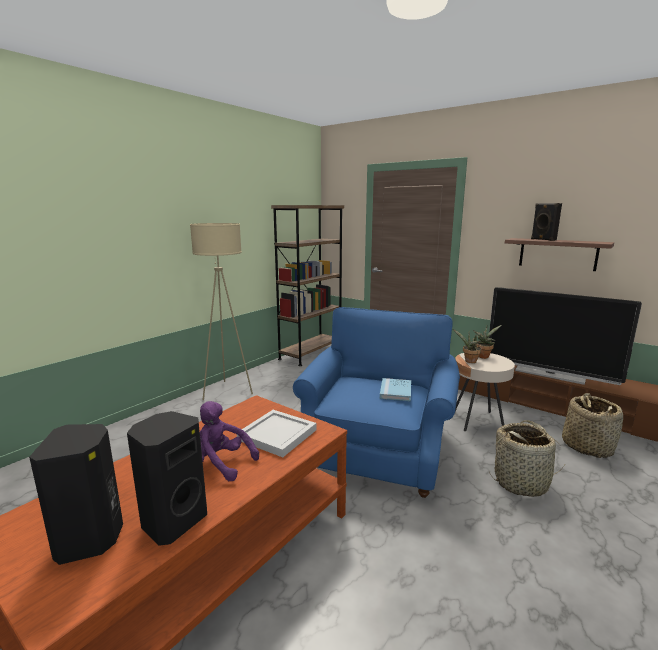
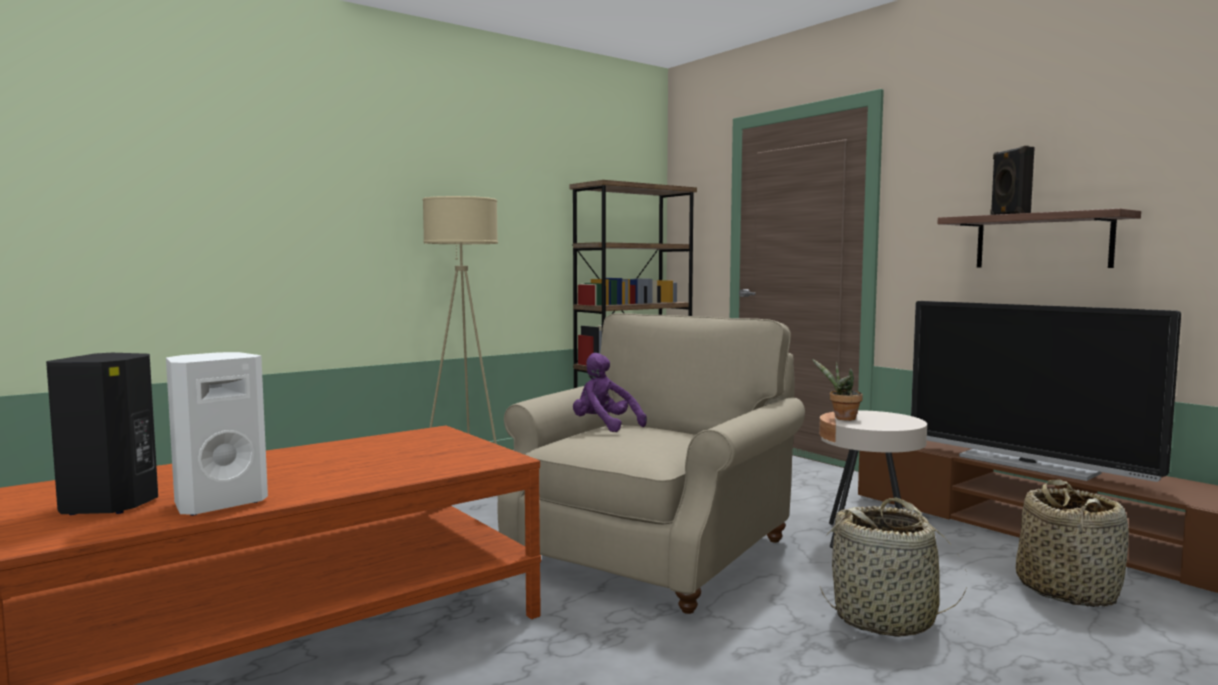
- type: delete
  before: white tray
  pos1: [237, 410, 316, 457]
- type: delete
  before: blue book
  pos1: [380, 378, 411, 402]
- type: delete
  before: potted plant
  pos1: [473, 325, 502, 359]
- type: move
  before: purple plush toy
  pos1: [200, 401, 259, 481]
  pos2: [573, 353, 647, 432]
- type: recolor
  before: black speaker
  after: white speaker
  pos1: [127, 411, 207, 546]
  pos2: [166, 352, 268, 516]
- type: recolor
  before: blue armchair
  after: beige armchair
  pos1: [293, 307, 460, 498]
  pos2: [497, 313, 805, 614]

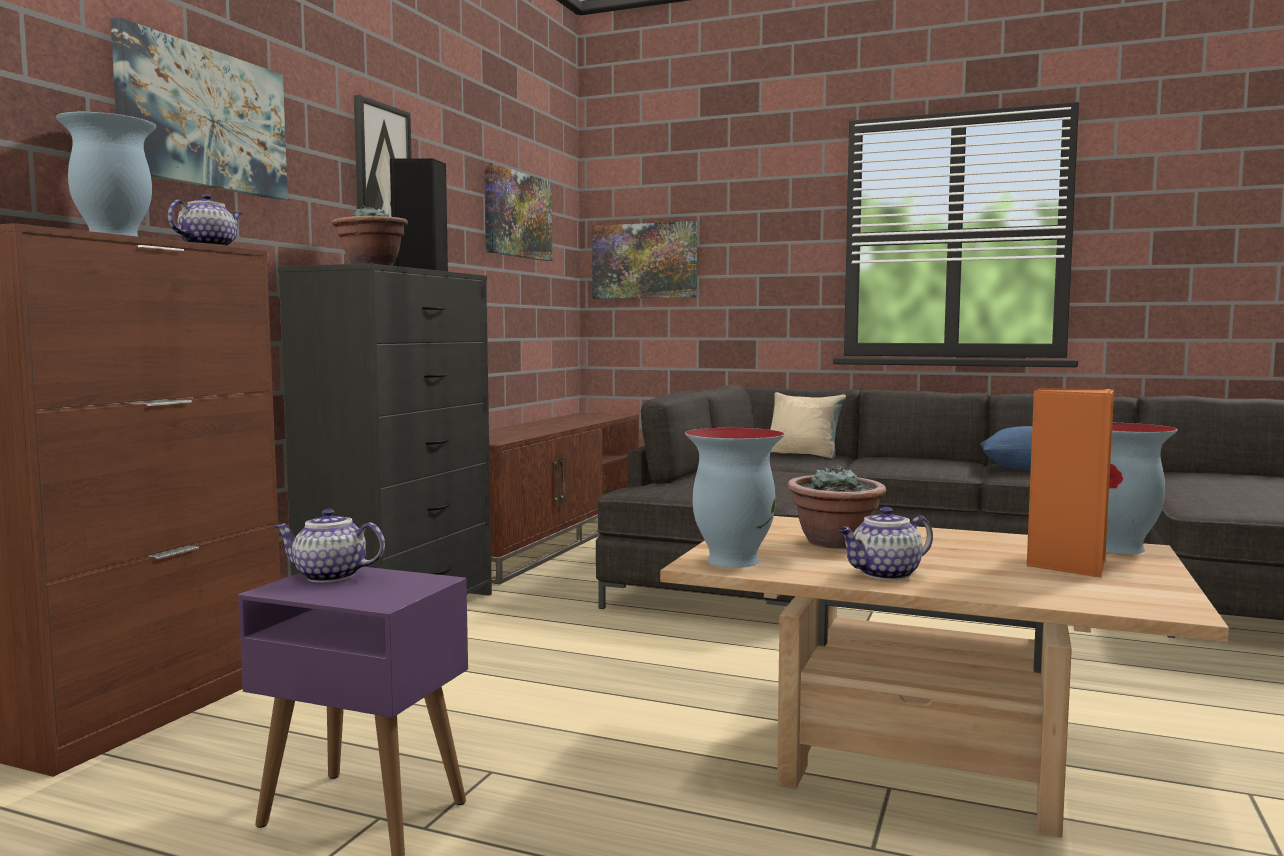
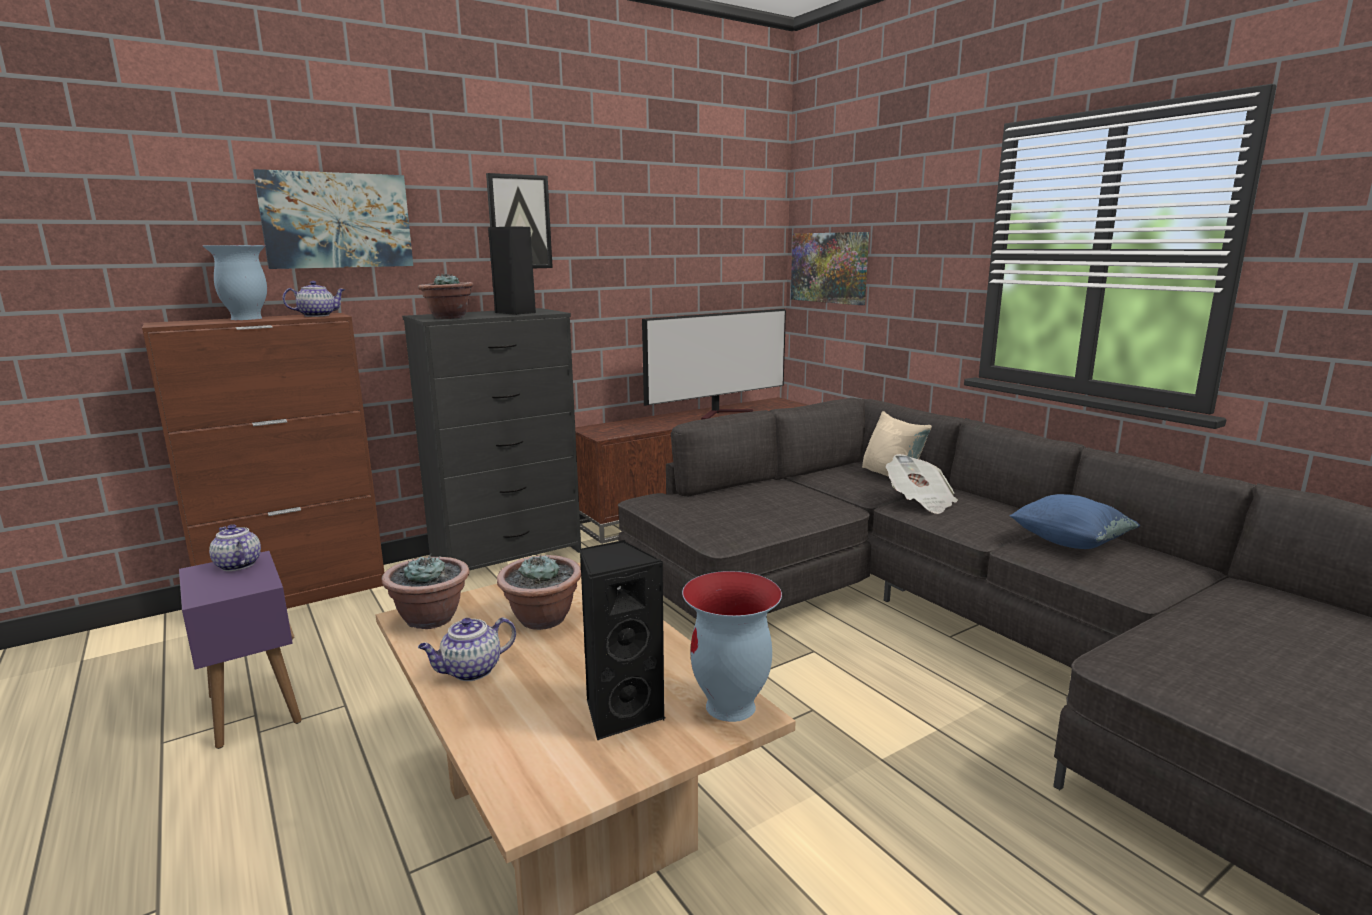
- type: delete
  before: picture
  pos1: [484, 163, 553, 261]
- type: insert
  after: television
  pos2: [642, 309, 786, 420]
- type: insert
  after: newspaper
  pos2: [886, 454, 958, 514]
- type: replace
  before: vase
  after: potted plant
  pos1: [685, 428, 785, 568]
  pos2: [382, 554, 469, 629]
- type: recolor
  before: orange speaker
  after: black speaker
  pos1: [1026, 388, 1114, 578]
  pos2: [579, 540, 666, 740]
- type: rotate
  before: teapot
  pos1: [838, 507, 933, 580]
  pos2: [418, 618, 516, 681]
  turn: -45

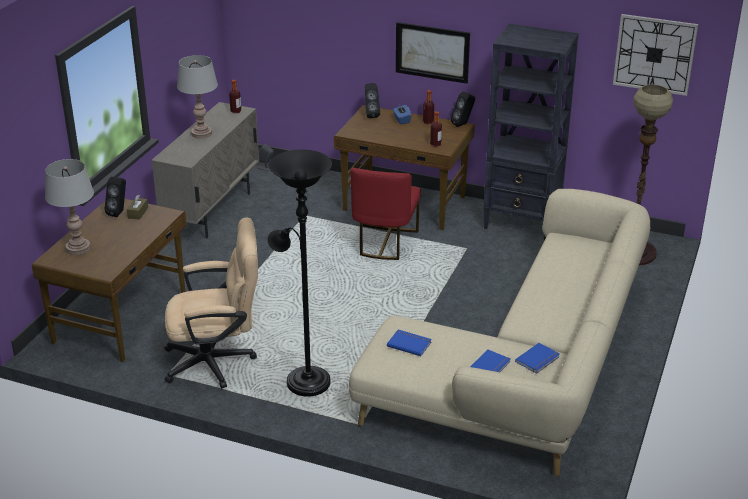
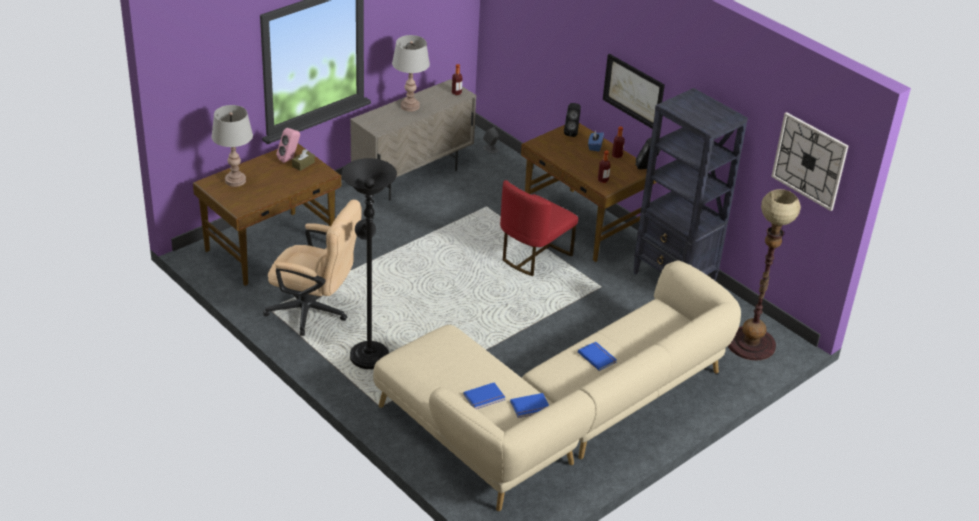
- type: move
  before: blue book
  pos1: [387, 329, 432, 356]
  pos2: [578, 342, 617, 371]
- type: recolor
  before: black speaker
  after: pink speaker
  pos1: [104, 177, 126, 217]
  pos2: [276, 128, 300, 163]

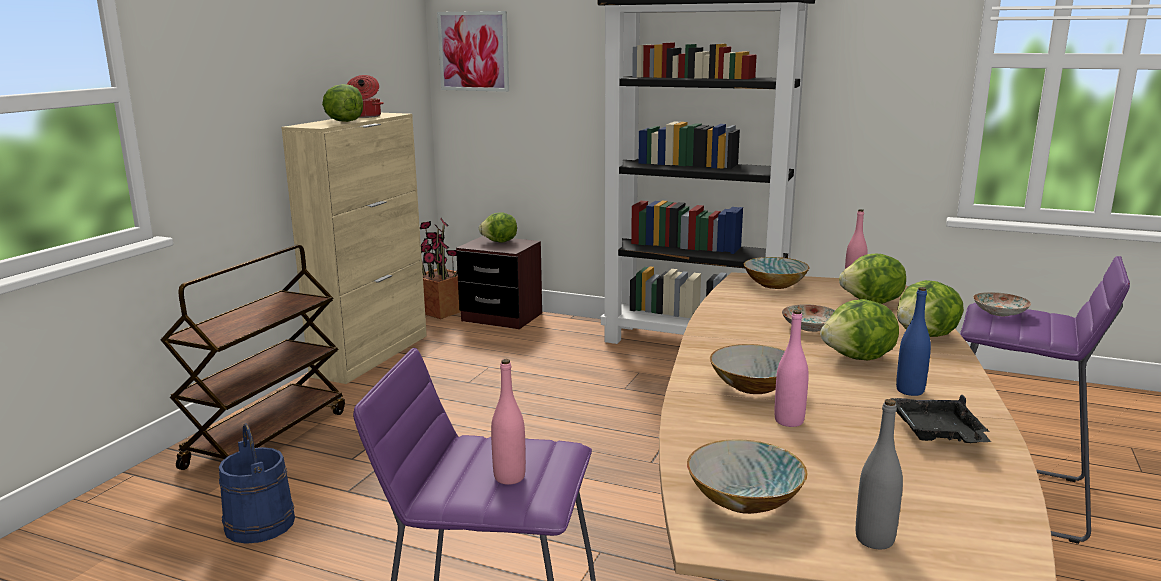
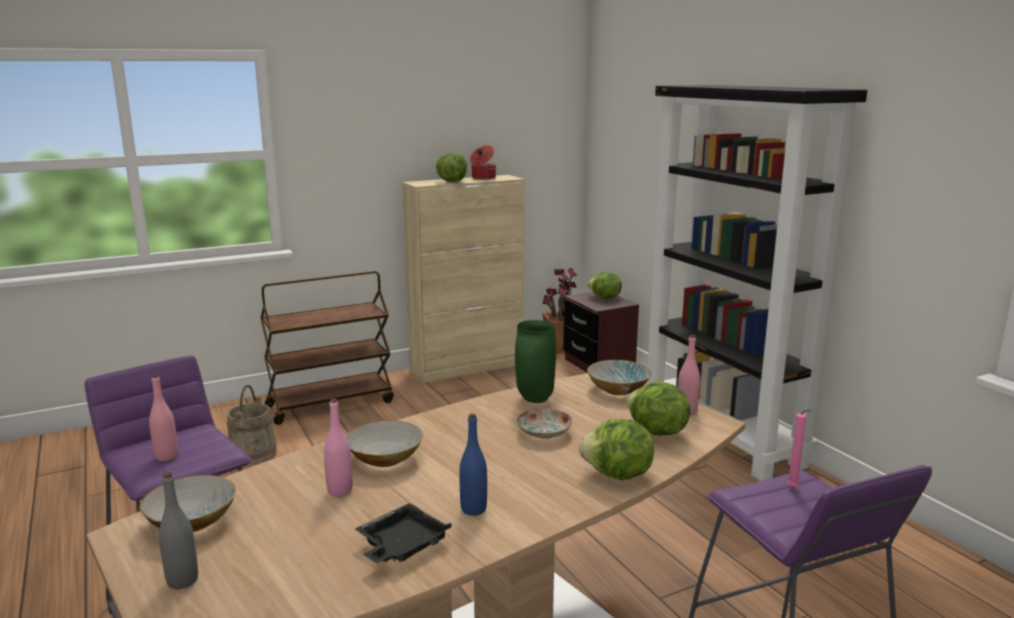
- type: delete
  before: picture
  pos1: [437, 11, 509, 92]
- type: delete
  before: lettuce
  pos1: [820, 299, 899, 361]
- type: insert
  after: green vase
  pos2: [515, 320, 556, 403]
- type: replace
  before: plate
  after: pink candle
  pos1: [973, 292, 1031, 317]
  pos2: [787, 409, 811, 488]
- type: recolor
  before: blue bucket
  after: beige bucket
  pos1: [219, 423, 295, 544]
  pos2: [227, 385, 277, 466]

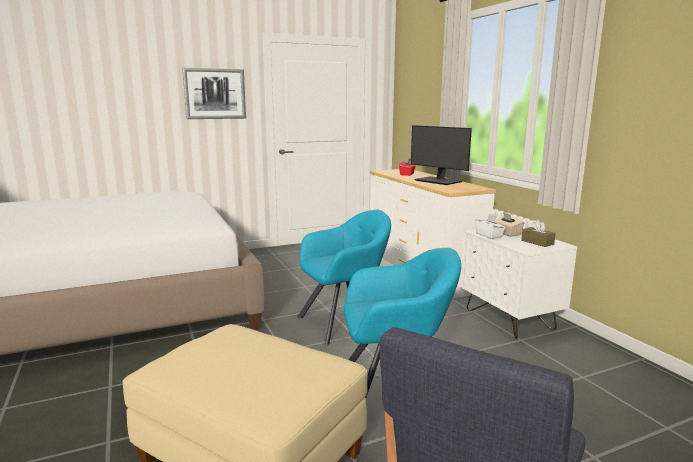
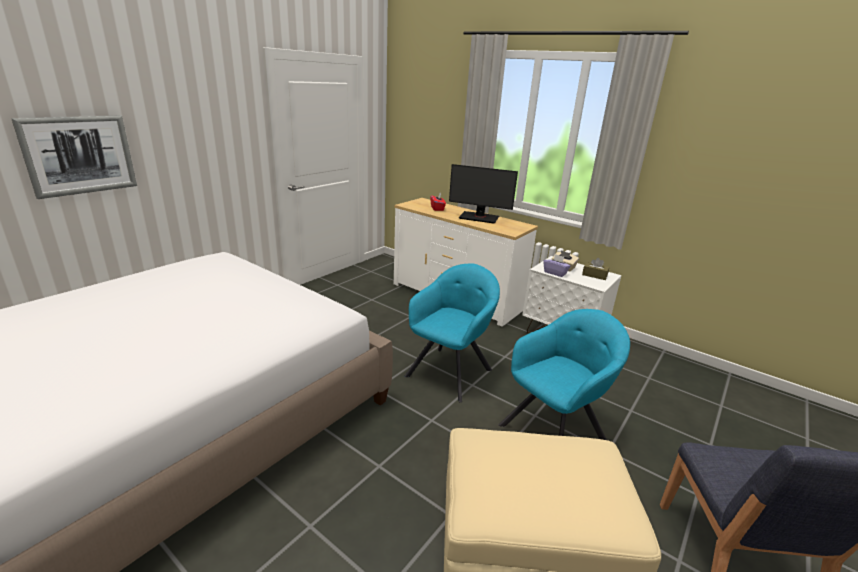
- type: move
  before: picture
  pos1: [182, 68, 246, 119]
  pos2: [11, 115, 137, 199]
- type: recolor
  before: white tissue box
  after: purple tissue box
  pos1: [475, 213, 506, 239]
  pos2: [543, 254, 571, 277]

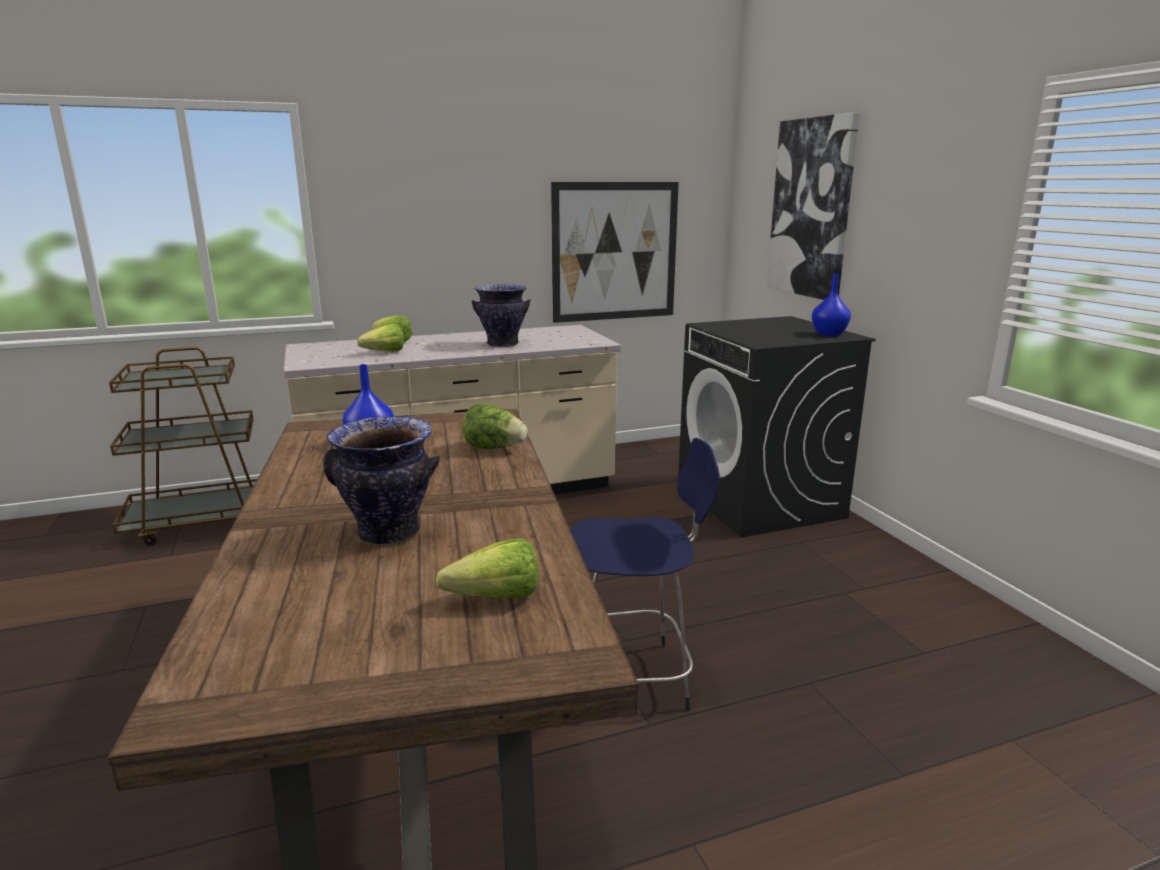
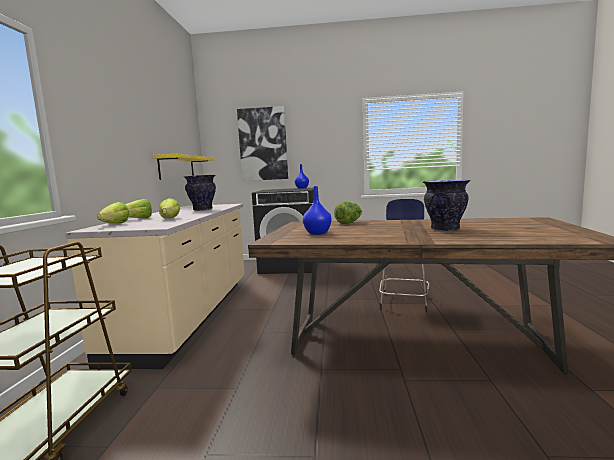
- type: move
  before: lettuce
  pos1: [436, 538, 538, 598]
  pos2: [97, 202, 129, 224]
- type: replace
  before: picture
  after: yellow shelf
  pos1: [551, 182, 679, 323]
  pos2: [152, 154, 214, 180]

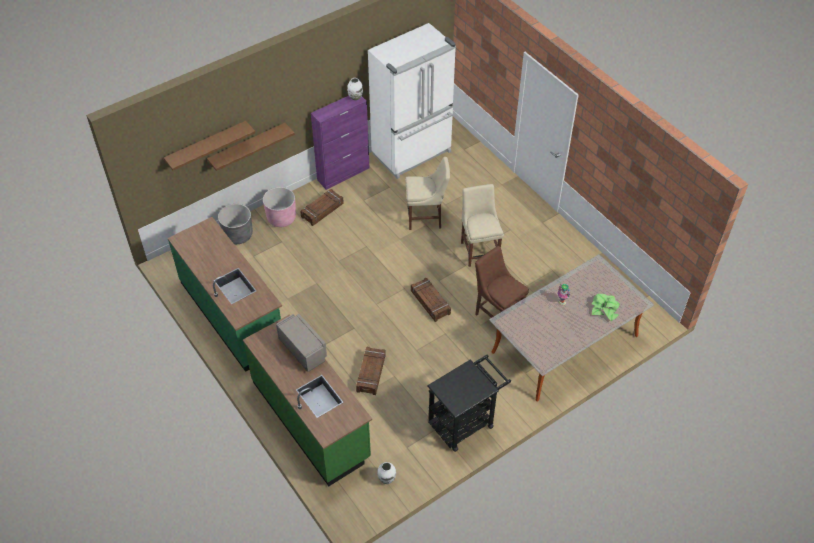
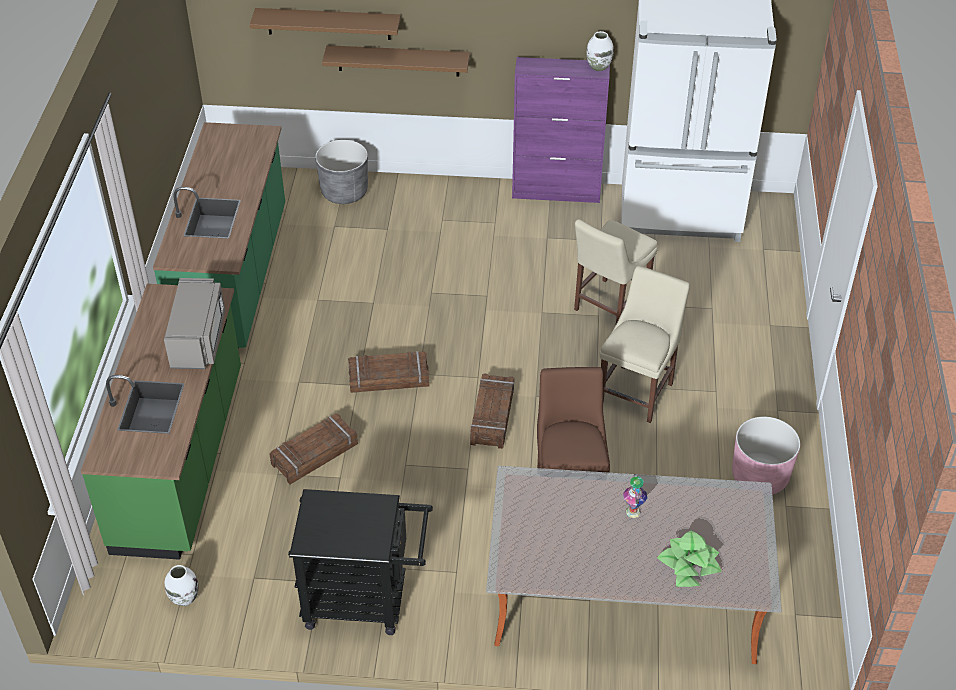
- type: move
  before: pink planter
  pos1: [263, 187, 296, 227]
  pos2: [732, 416, 800, 495]
- type: move
  before: crate
  pos1: [300, 189, 344, 226]
  pos2: [348, 351, 430, 393]
- type: rotate
  before: beige chair
  pos1: [405, 157, 450, 230]
  pos2: [574, 219, 658, 324]
  turn: 90

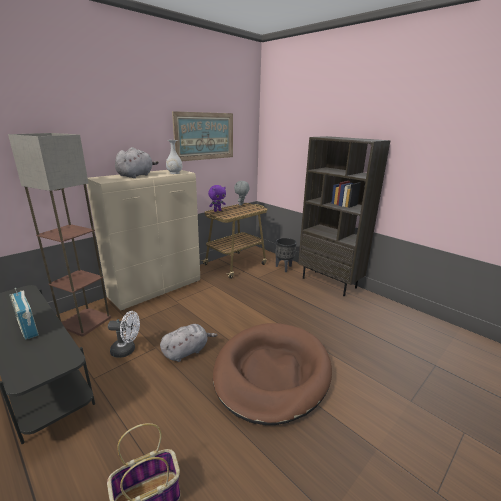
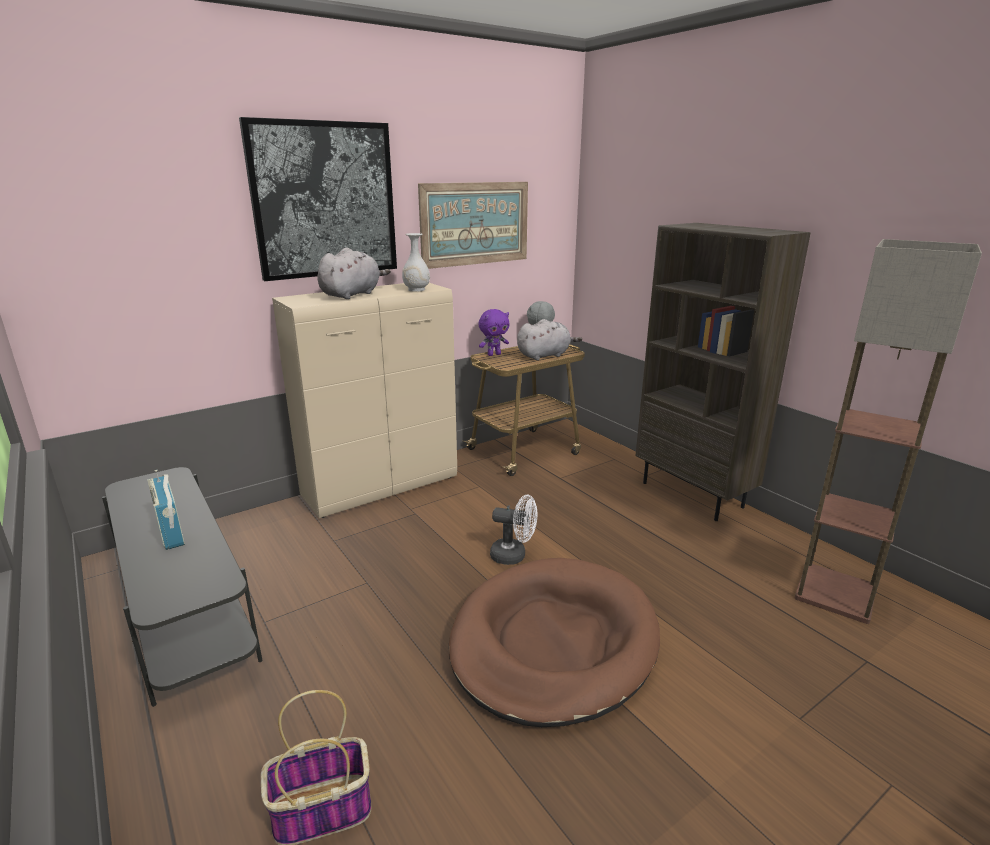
- type: delete
  before: black planter
  pos1: [276, 238, 297, 272]
- type: insert
  after: picture
  pos2: [239, 117, 397, 281]
- type: move
  before: floor lamp
  pos1: [8, 133, 111, 337]
  pos2: [795, 239, 982, 624]
- type: move
  before: white fan
  pos1: [108, 311, 140, 358]
  pos2: [490, 495, 537, 565]
- type: move
  before: grey plush toy
  pos1: [160, 324, 217, 362]
  pos2: [517, 319, 582, 360]

